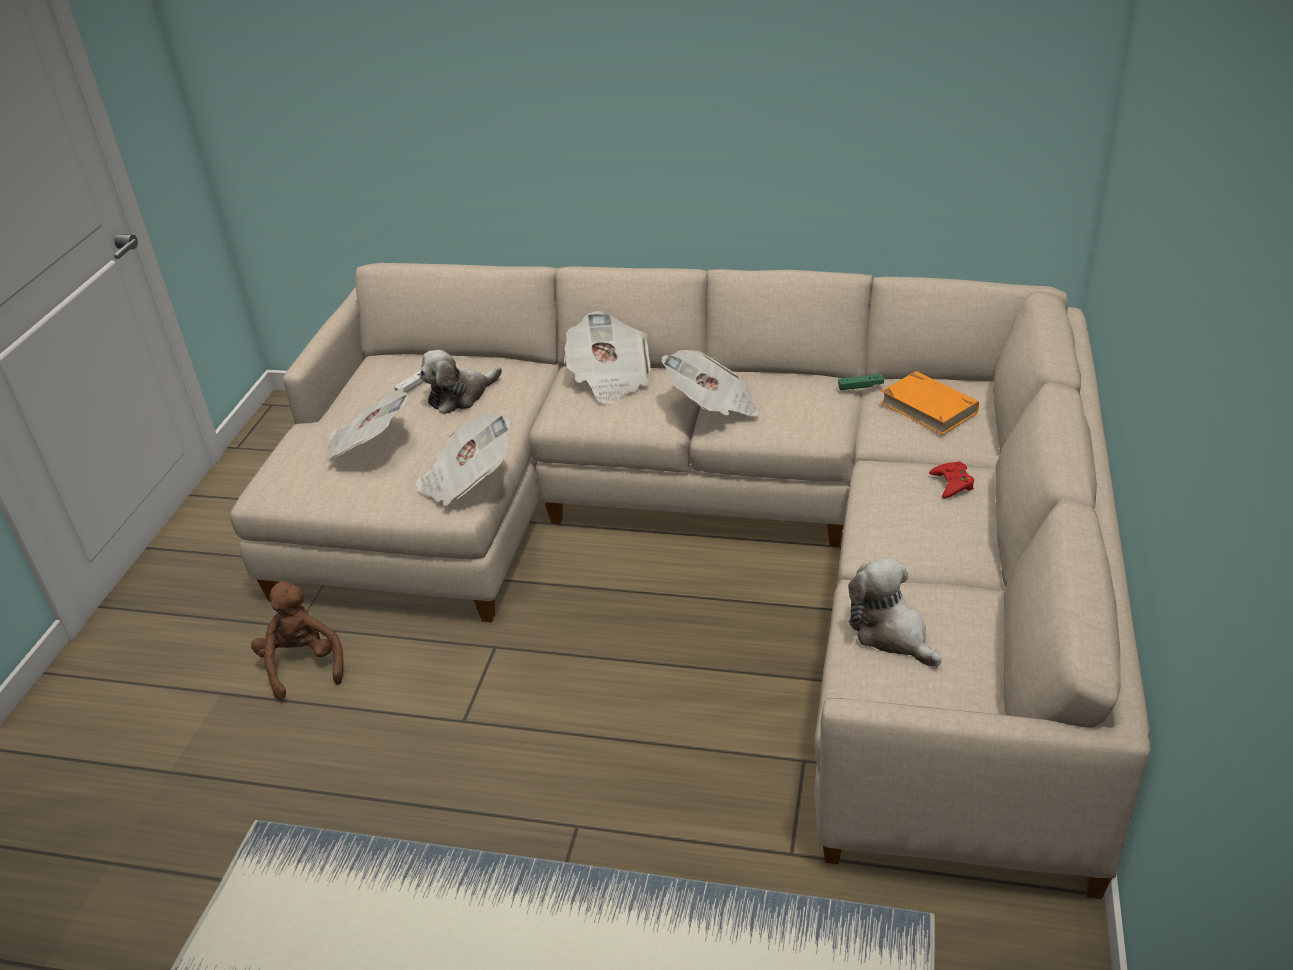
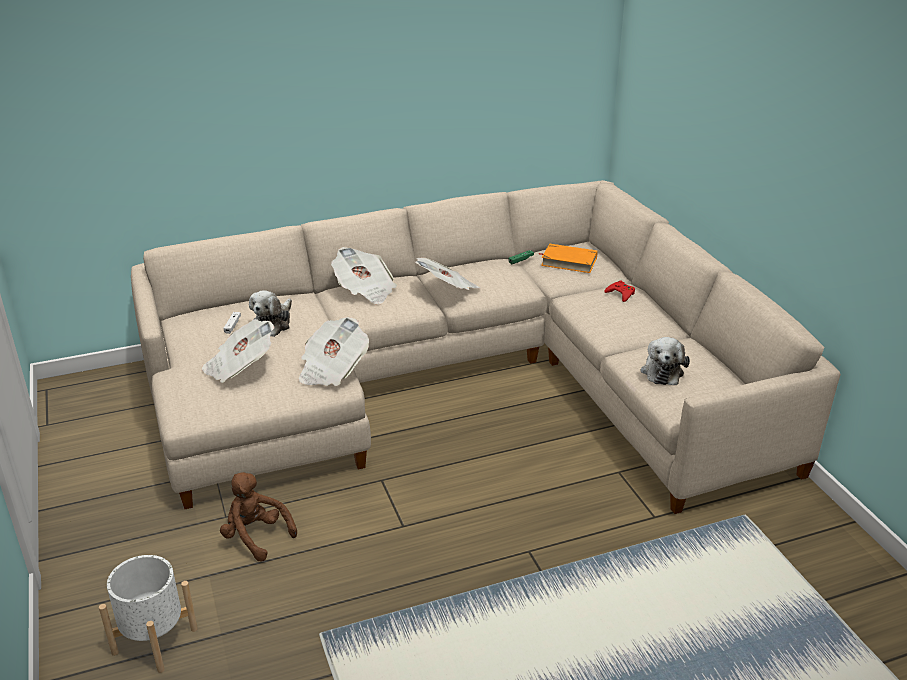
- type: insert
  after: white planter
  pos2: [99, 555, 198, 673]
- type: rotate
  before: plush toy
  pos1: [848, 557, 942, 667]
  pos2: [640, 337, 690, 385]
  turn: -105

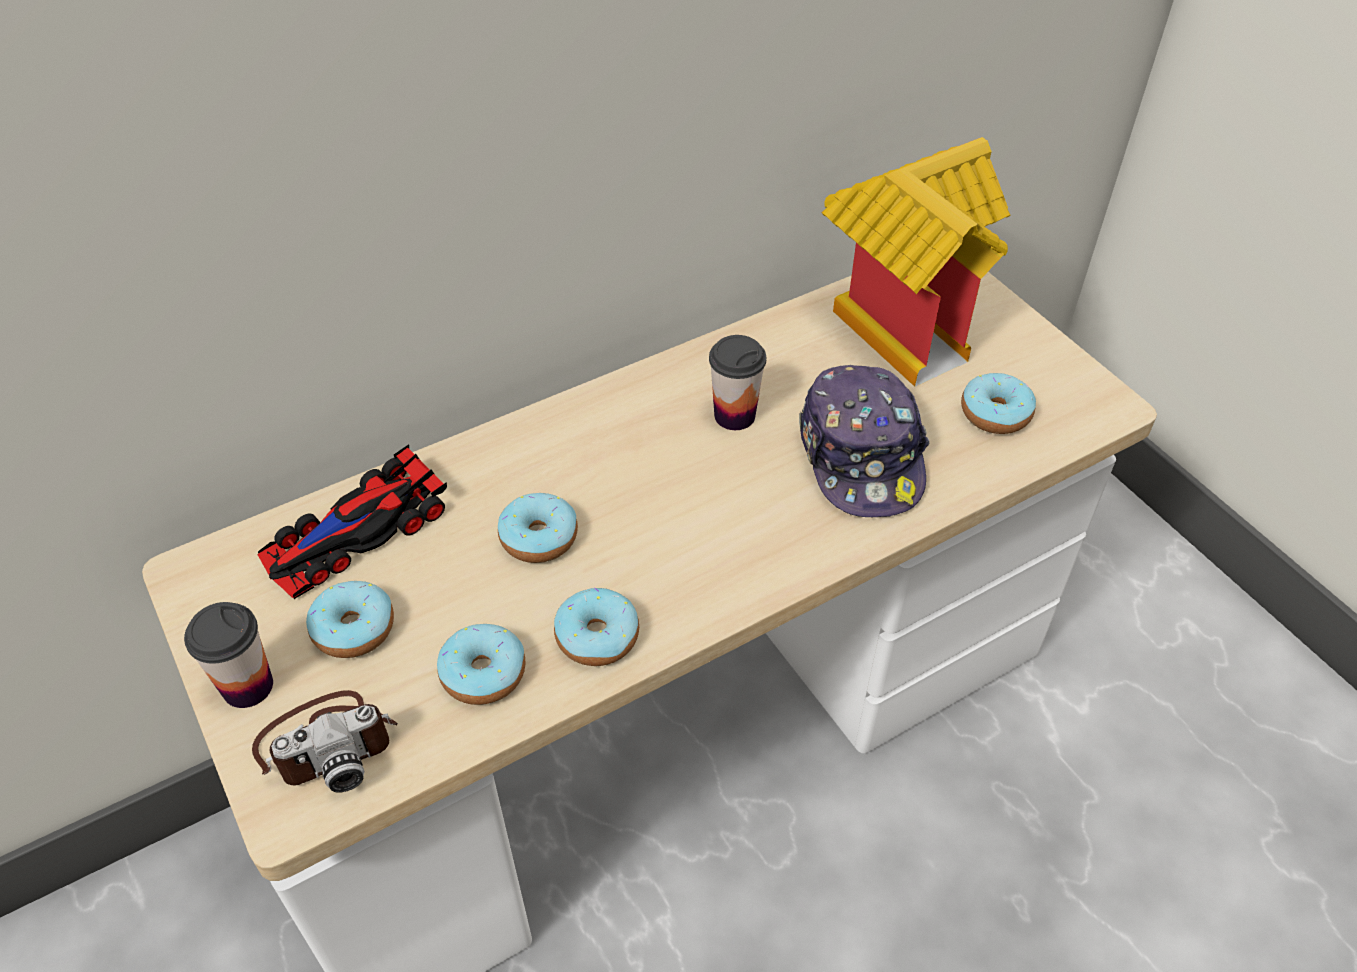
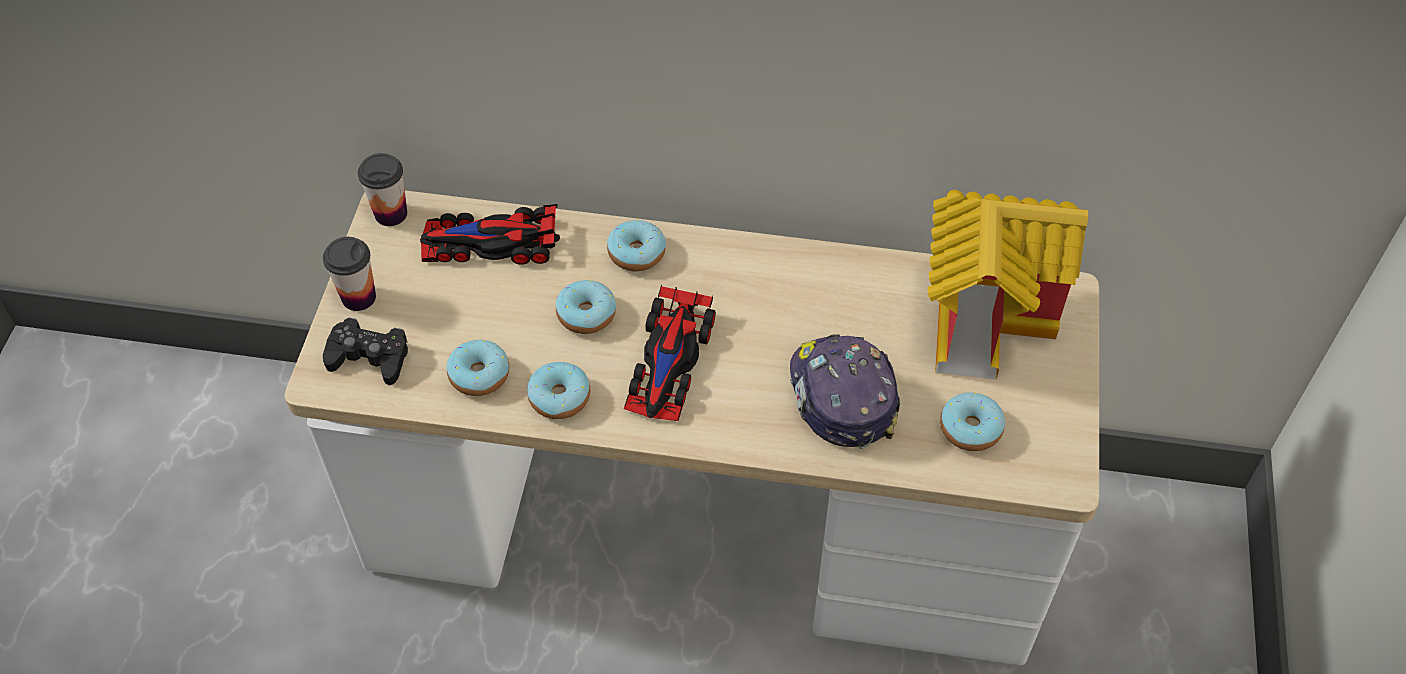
- type: insert
  after: toy car
  pos2: [624, 284, 716, 421]
- type: move
  before: donut
  pos1: [306, 581, 394, 658]
  pos2: [607, 220, 666, 271]
- type: move
  before: cup
  pos1: [709, 335, 766, 430]
  pos2: [358, 153, 407, 226]
- type: replace
  before: photo camera
  after: black game controller
  pos1: [252, 690, 398, 793]
  pos2: [323, 318, 408, 385]
- type: rotate
  before: cap
  pos1: [799, 365, 930, 517]
  pos2: [790, 334, 900, 449]
  turn: 135

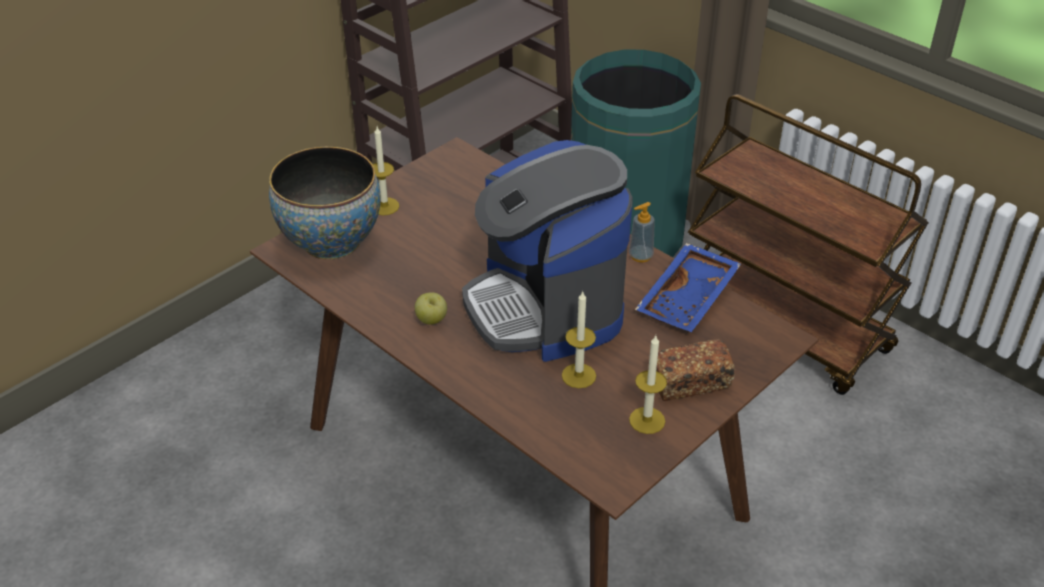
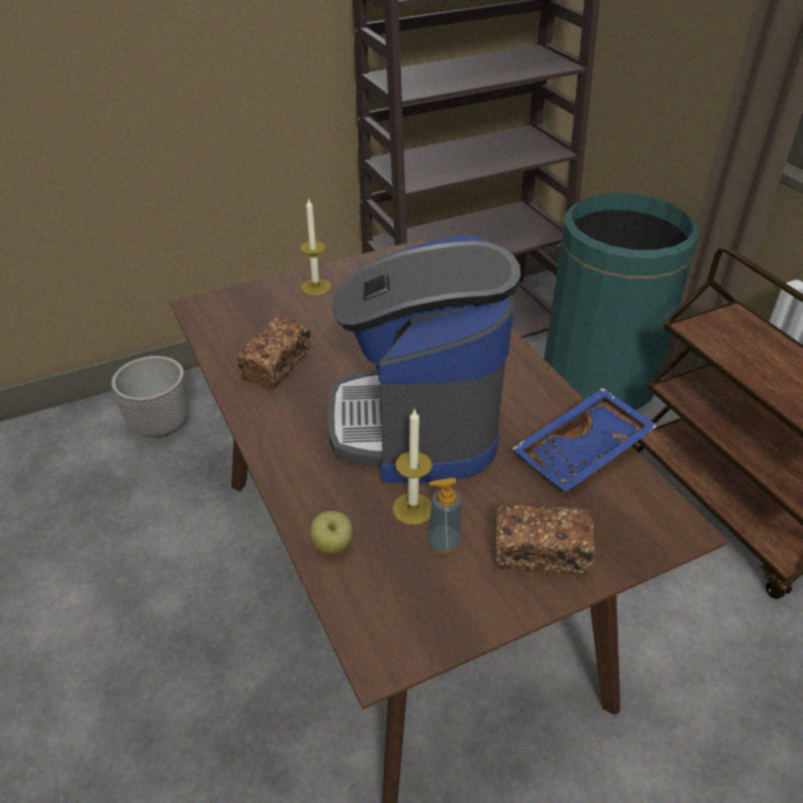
- type: delete
  before: bowl
  pos1: [269, 147, 380, 260]
- type: delete
  before: candle
  pos1: [629, 336, 667, 434]
- type: insert
  after: planter
  pos2: [111, 356, 189, 438]
- type: insert
  after: bread
  pos2: [237, 315, 311, 389]
- type: move
  before: apple
  pos1: [415, 292, 447, 325]
  pos2: [310, 511, 353, 554]
- type: move
  before: soap dispenser
  pos1: [629, 202, 655, 262]
  pos2: [428, 478, 462, 554]

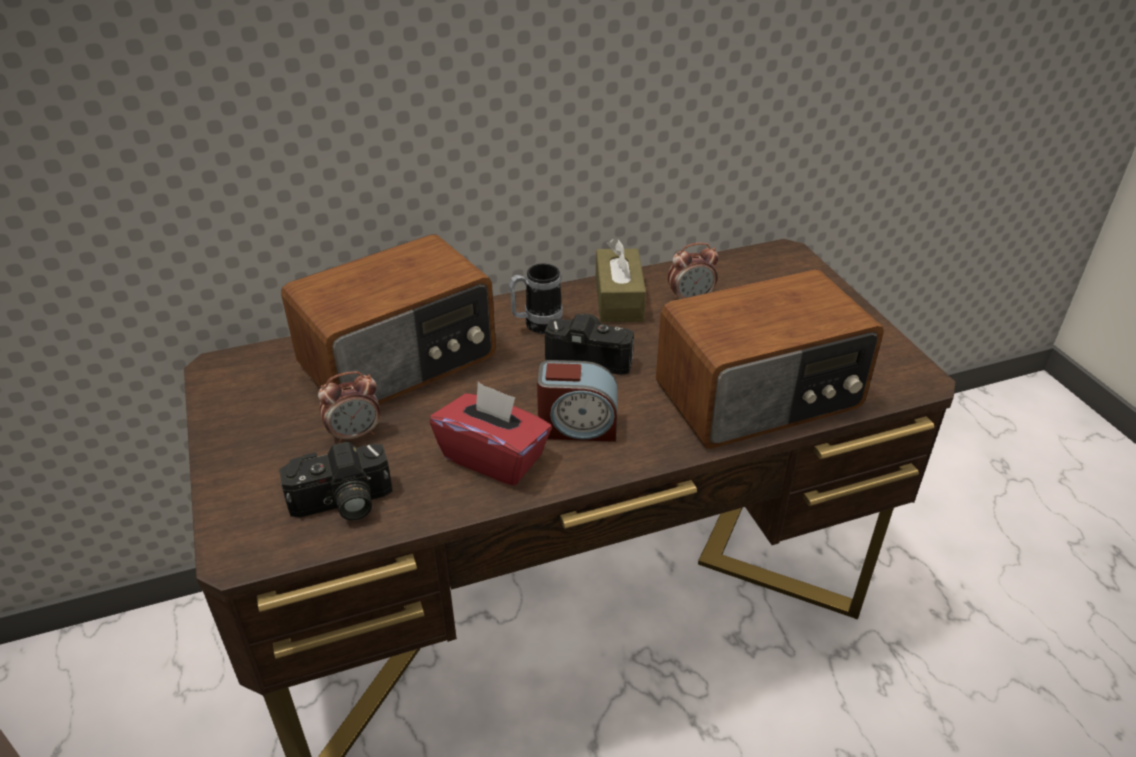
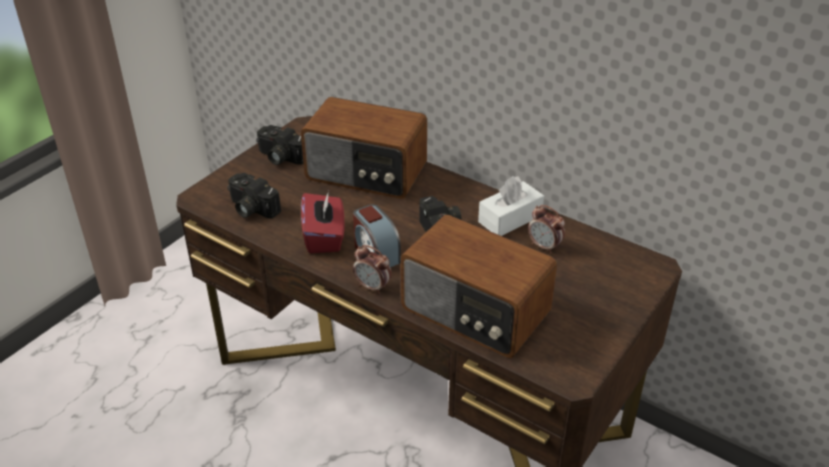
- type: delete
  before: mug
  pos1: [509, 263, 563, 334]
- type: insert
  after: photo camera
  pos2: [256, 125, 304, 165]
- type: move
  before: alarm clock
  pos1: [318, 371, 380, 444]
  pos2: [353, 245, 392, 294]
- type: recolor
  before: brown tissue box
  after: white tissue box
  pos1: [596, 238, 646, 323]
  pos2: [478, 176, 544, 236]

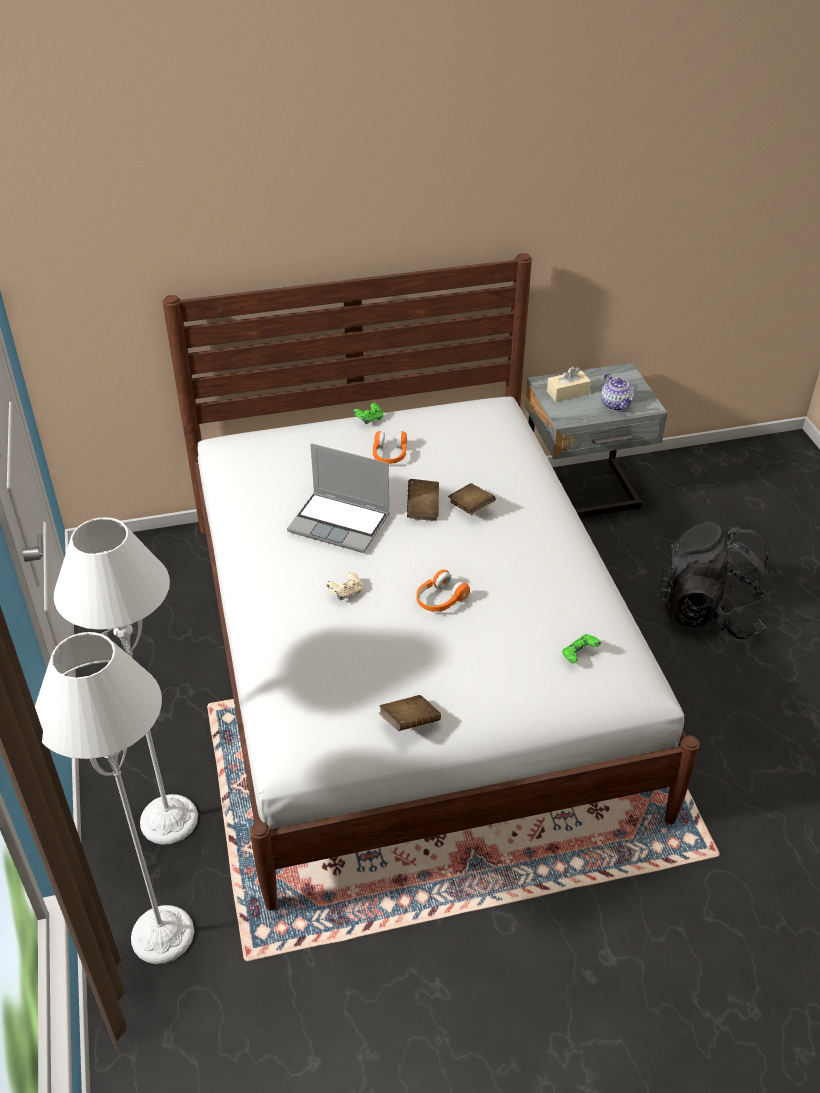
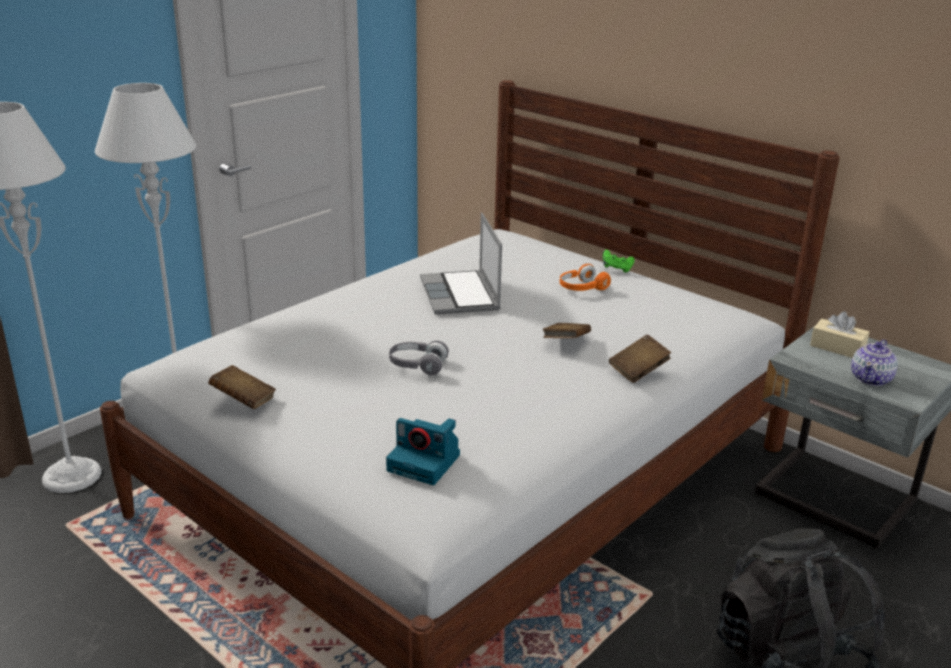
- type: delete
  before: beige game controller
  pos1: [326, 572, 363, 600]
- type: move
  before: brown book
  pos1: [407, 479, 439, 521]
  pos2: [609, 334, 671, 383]
- type: replace
  before: green game controller
  after: photo camera
  pos1: [562, 634, 601, 663]
  pos2: [386, 418, 460, 485]
- type: recolor
  before: orange headphones
  after: grey headphones
  pos1: [417, 570, 470, 612]
  pos2: [389, 341, 449, 375]

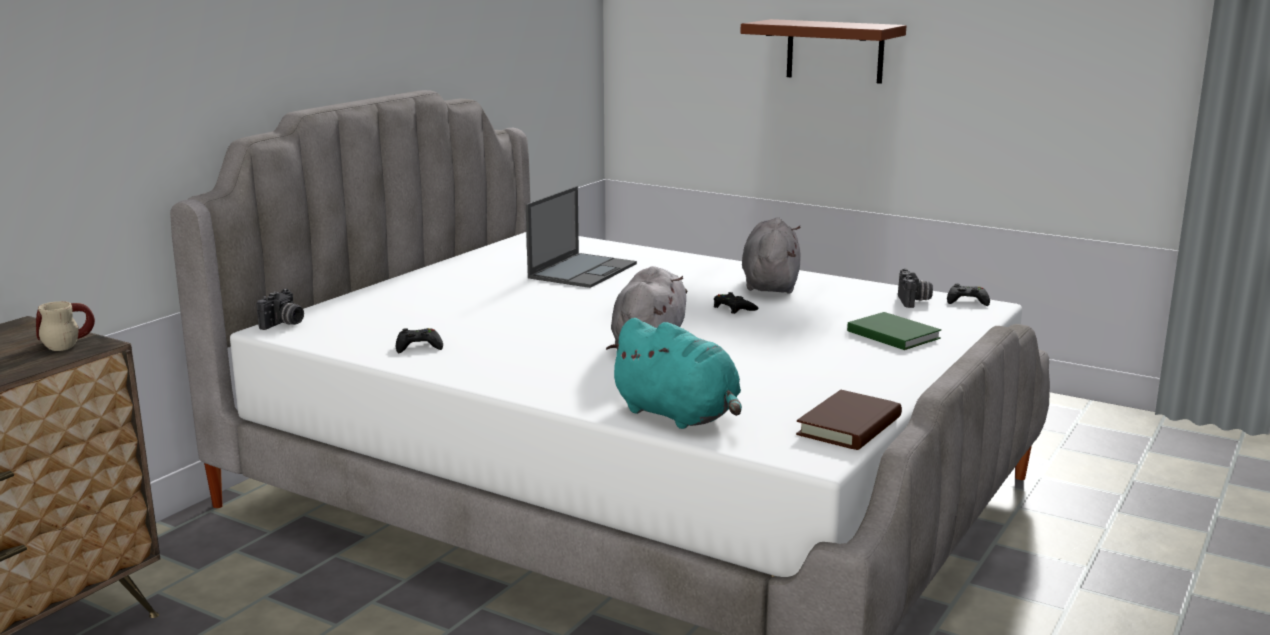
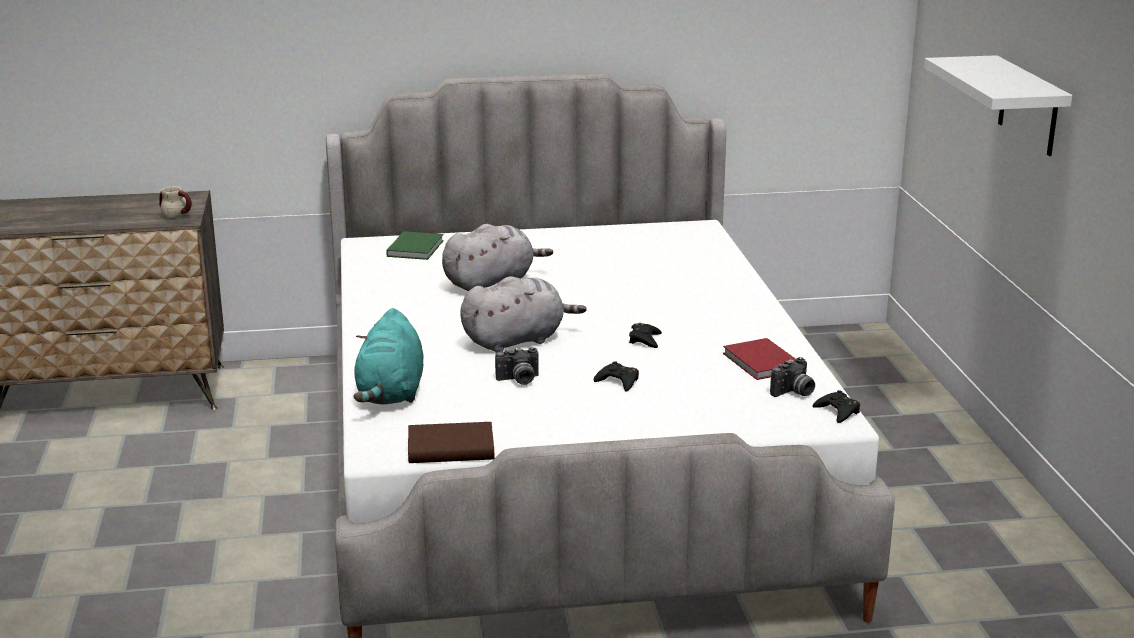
- type: delete
  before: laptop
  pos1: [526, 186, 637, 288]
- type: insert
  after: red book
  pos2: [723, 338, 796, 380]
- type: move
  before: photo camera
  pos1: [257, 289, 304, 330]
  pos2: [495, 347, 539, 385]
- type: move
  before: black game controller
  pos1: [396, 328, 443, 353]
  pos2: [594, 361, 639, 392]
- type: move
  before: grey plush toy
  pos1: [742, 217, 801, 293]
  pos2: [442, 224, 553, 291]
- type: move
  before: green book
  pos1: [847, 312, 941, 350]
  pos2: [386, 231, 444, 260]
- type: recolor
  before: brown shelf
  after: white shelf
  pos1: [740, 19, 906, 84]
  pos2: [924, 55, 1072, 156]

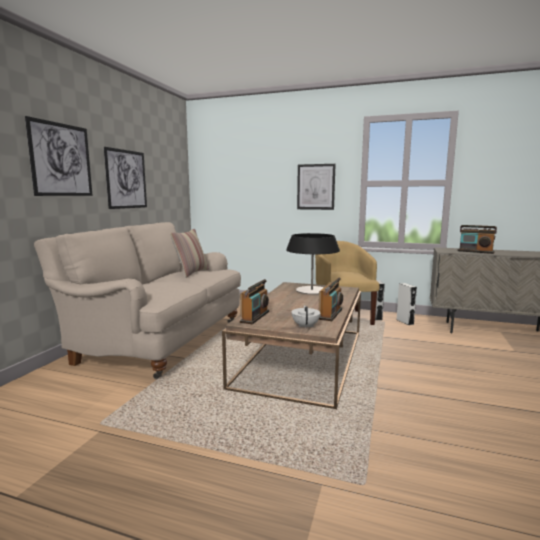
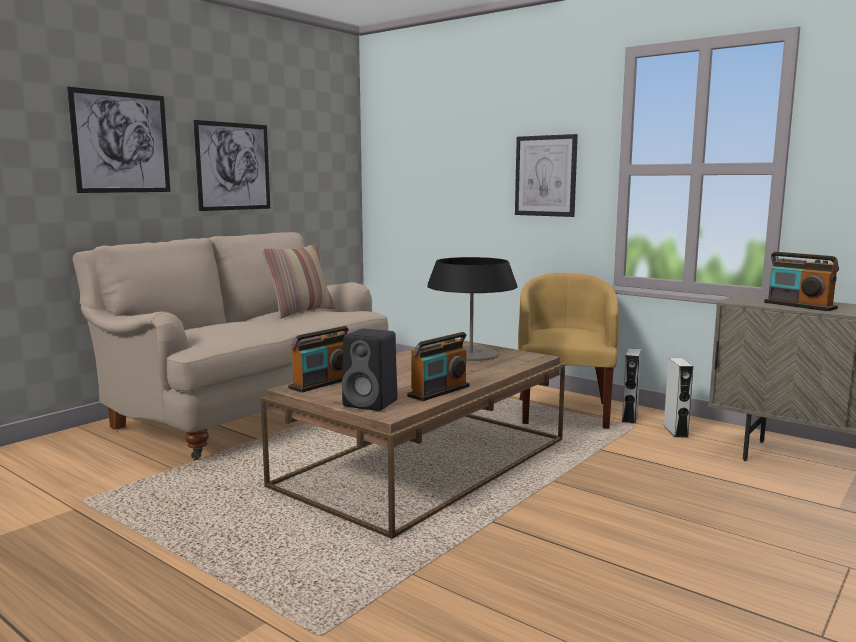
- type: replace
  before: white teapot
  after: black speaker
  pos1: [291, 306, 320, 328]
  pos2: [342, 329, 398, 411]

